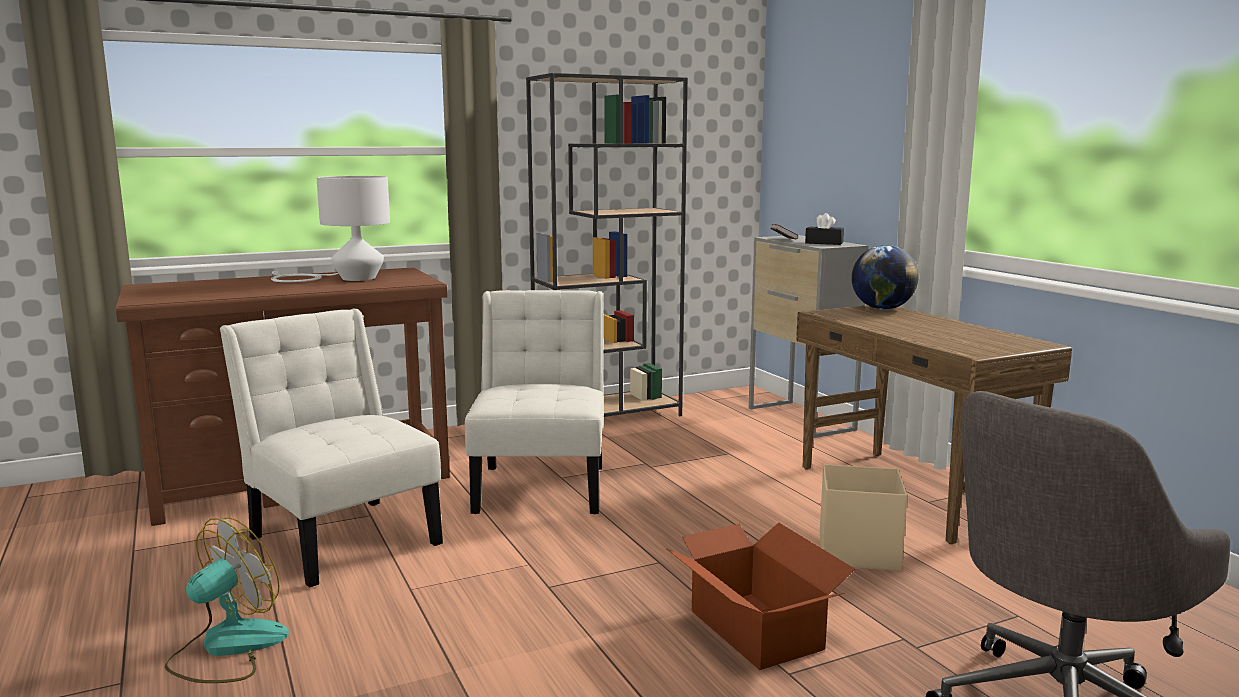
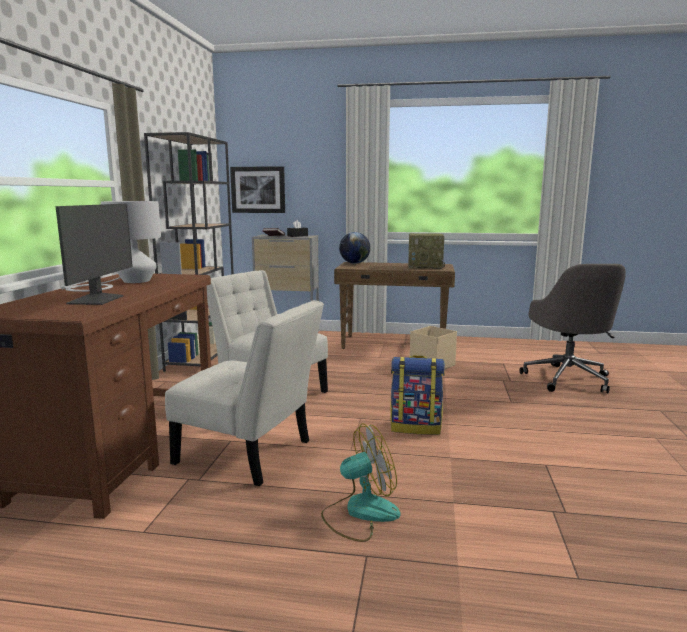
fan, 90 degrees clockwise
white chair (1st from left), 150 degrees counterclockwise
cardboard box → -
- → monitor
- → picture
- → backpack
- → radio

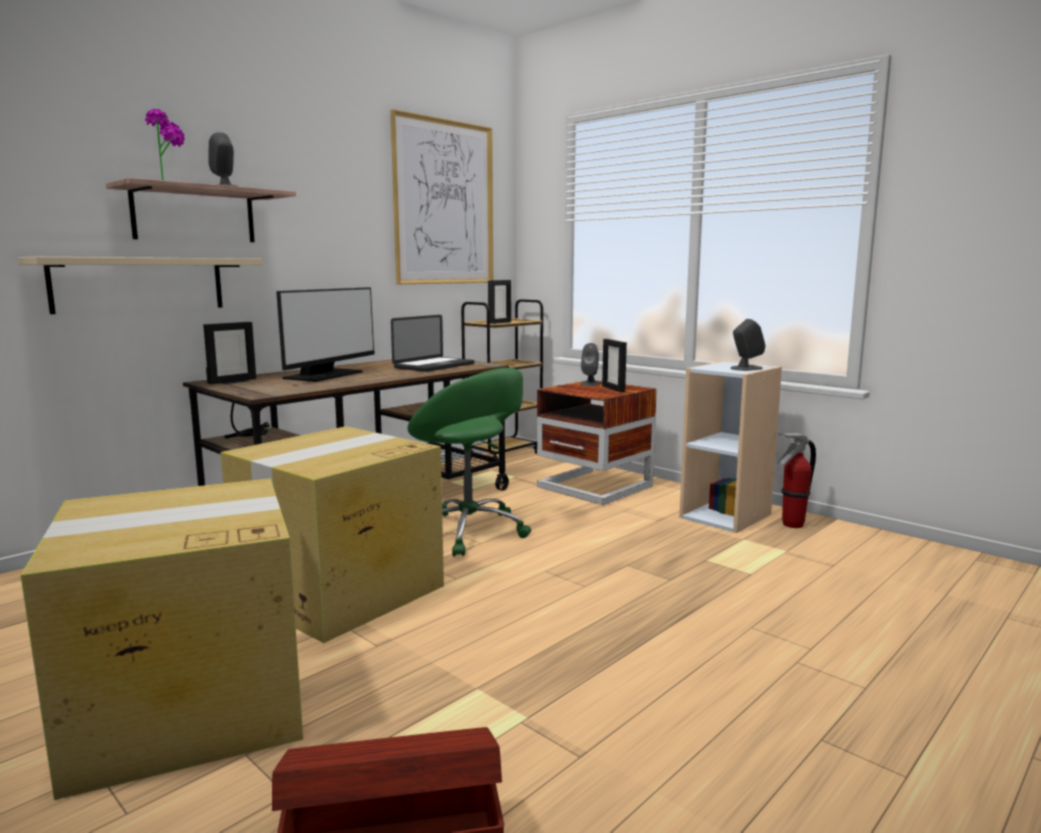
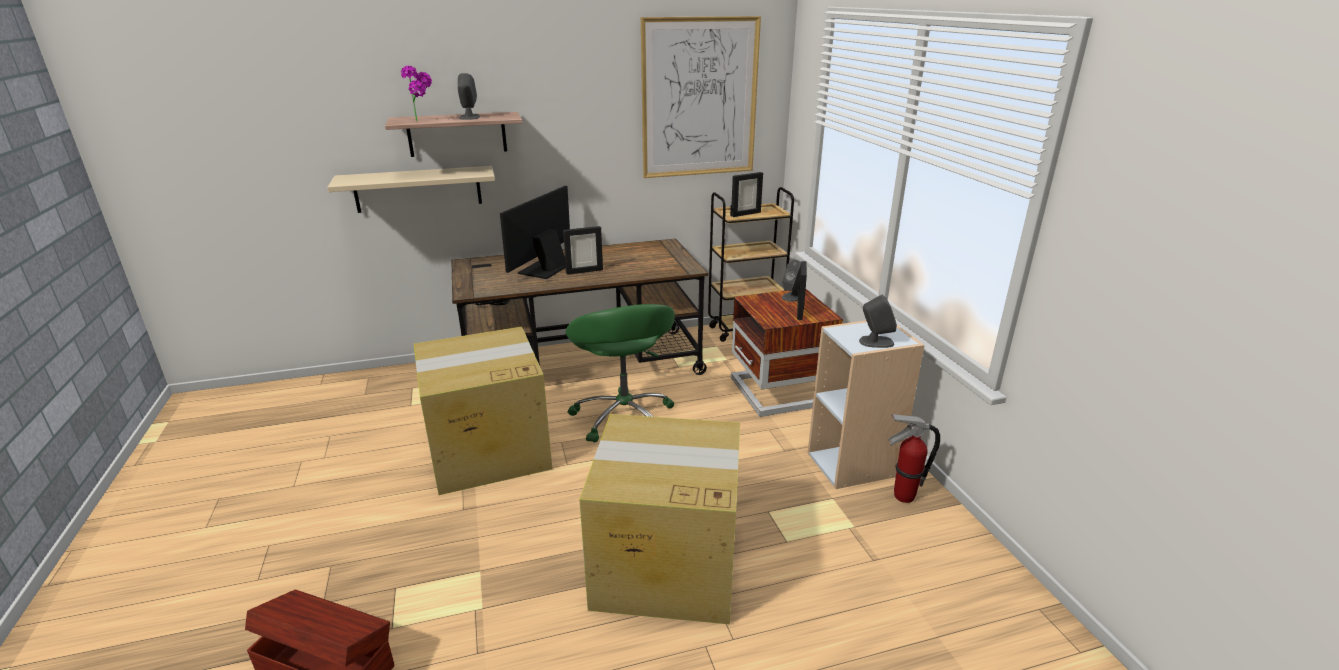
cardboard box (1st from left in the first image) → cardboard box (2nd from left), move
picture frame (1st from left), move
monitor, 150 degrees clockwise
laptop → -

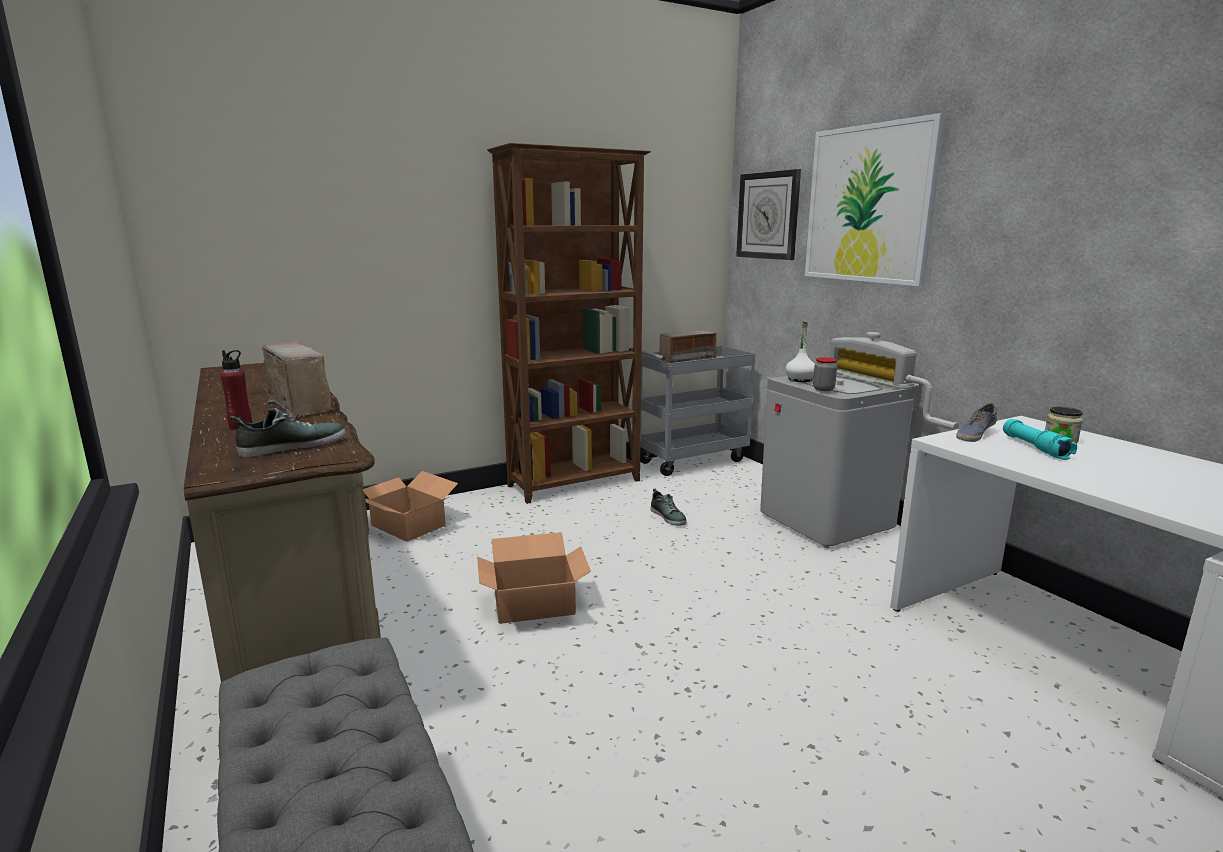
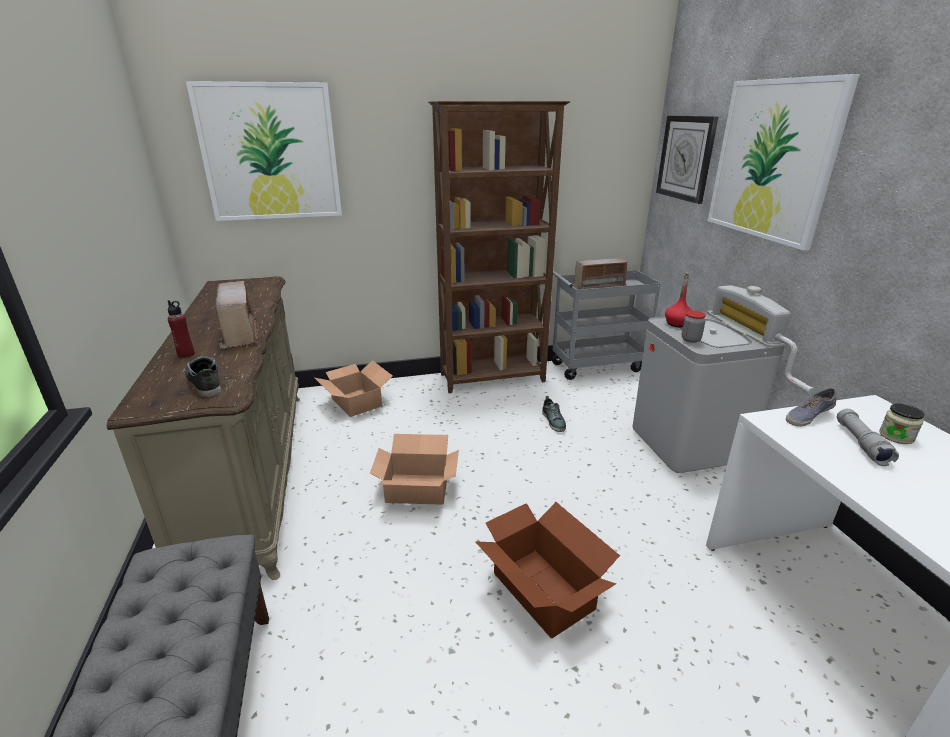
shoe (1st from left), 105 degrees counterclockwise
white bottle → red bottle (2nd from left)
turquoise flashlight → grey flashlight
- → picture (1st from left)
- → cardboard box (3rd from left)

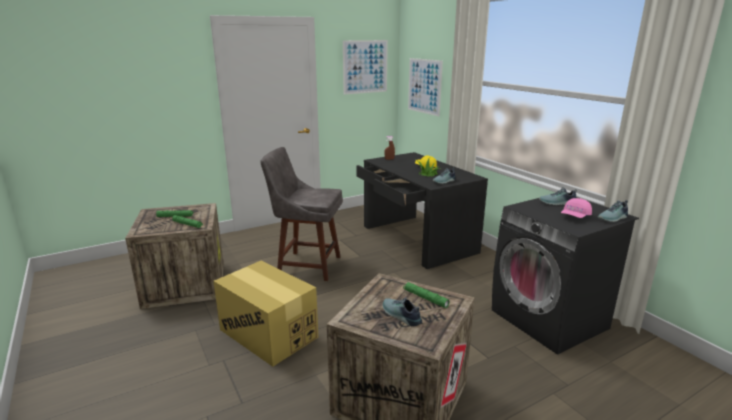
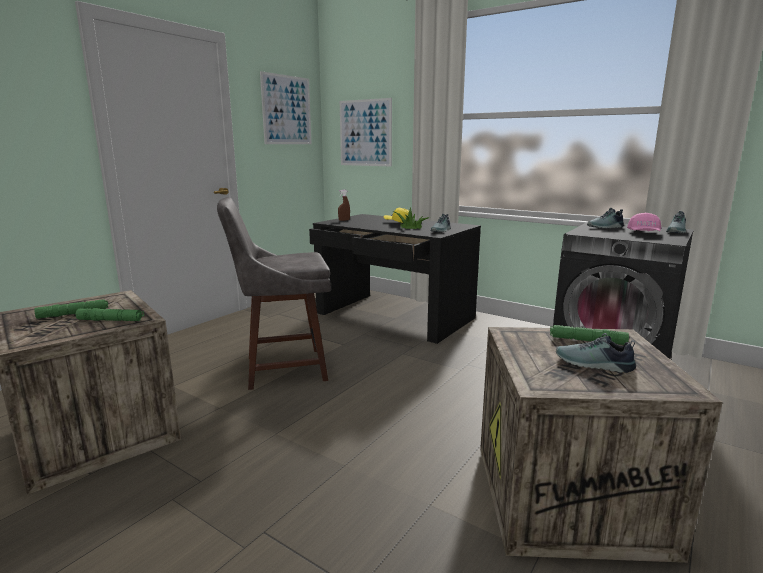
cardboard box → -

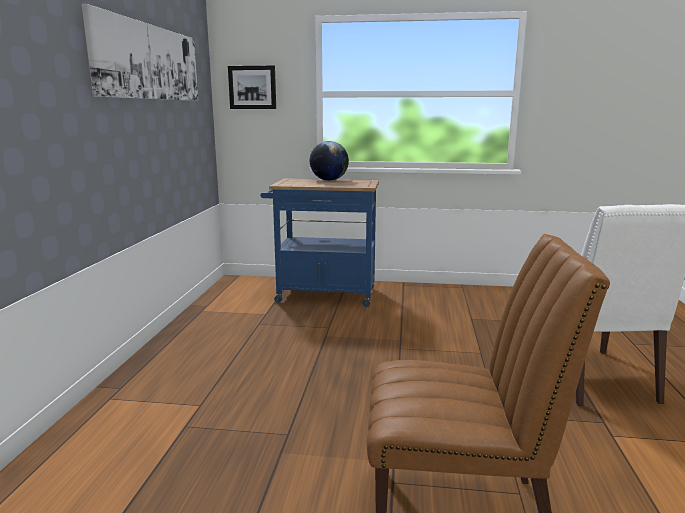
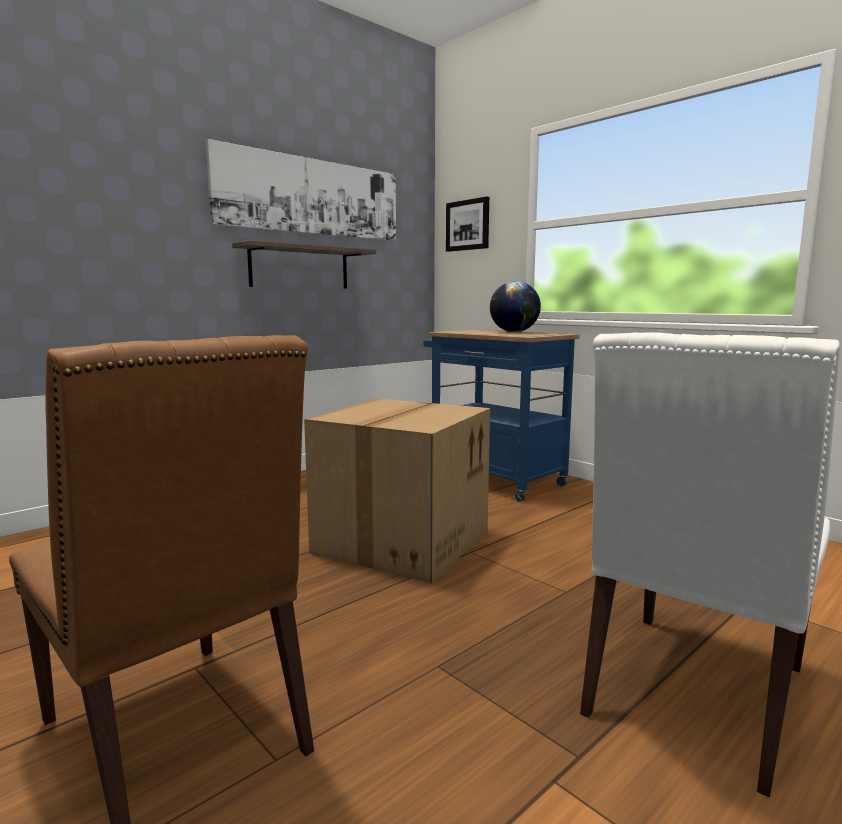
- → shelf
- → cardboard box

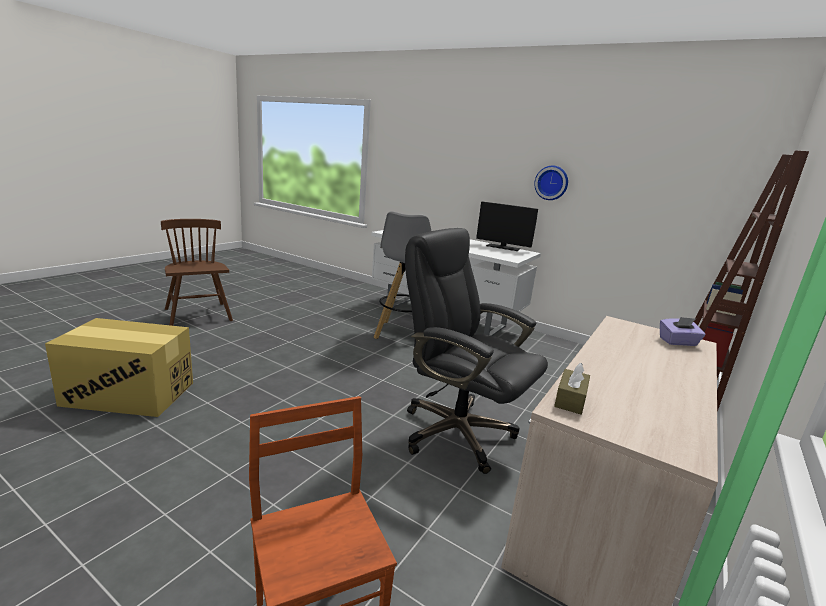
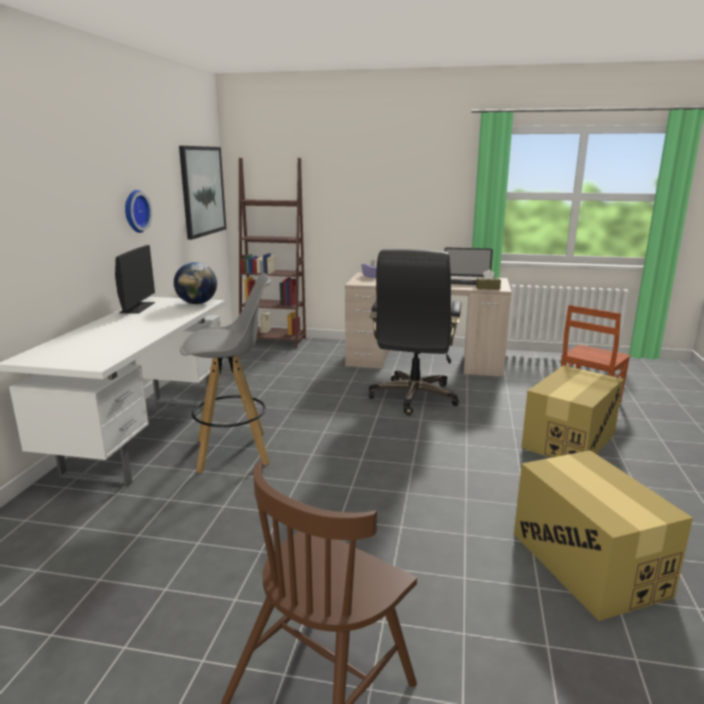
- → globe
- → picture
- → laptop
- → cardboard box (1st from left)

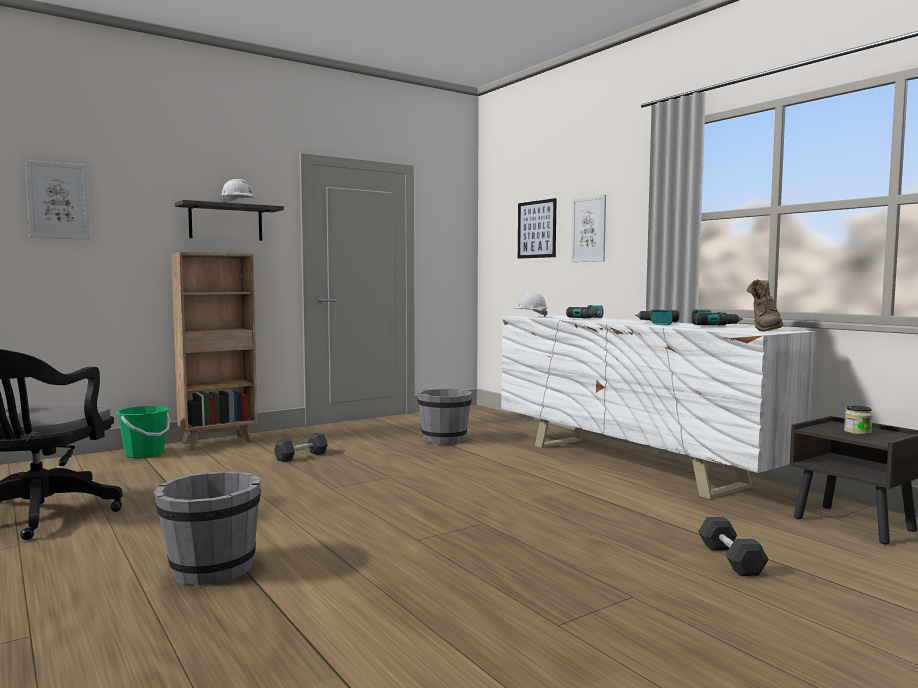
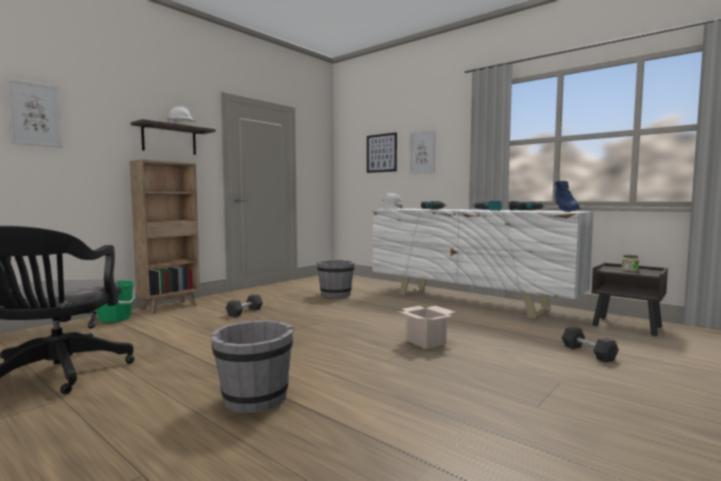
brown boot → blue boot
- → cardboard box

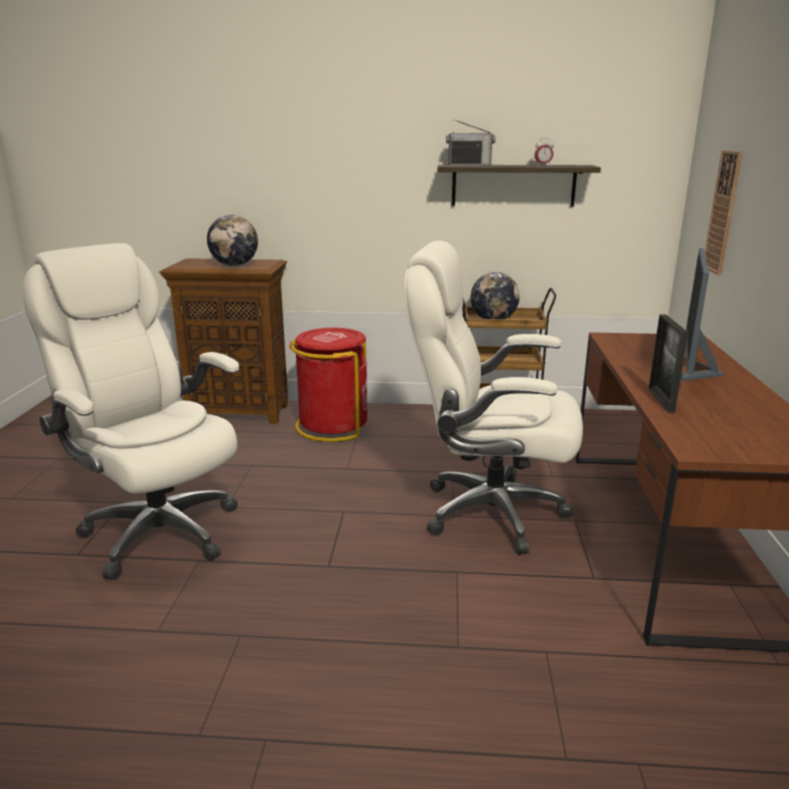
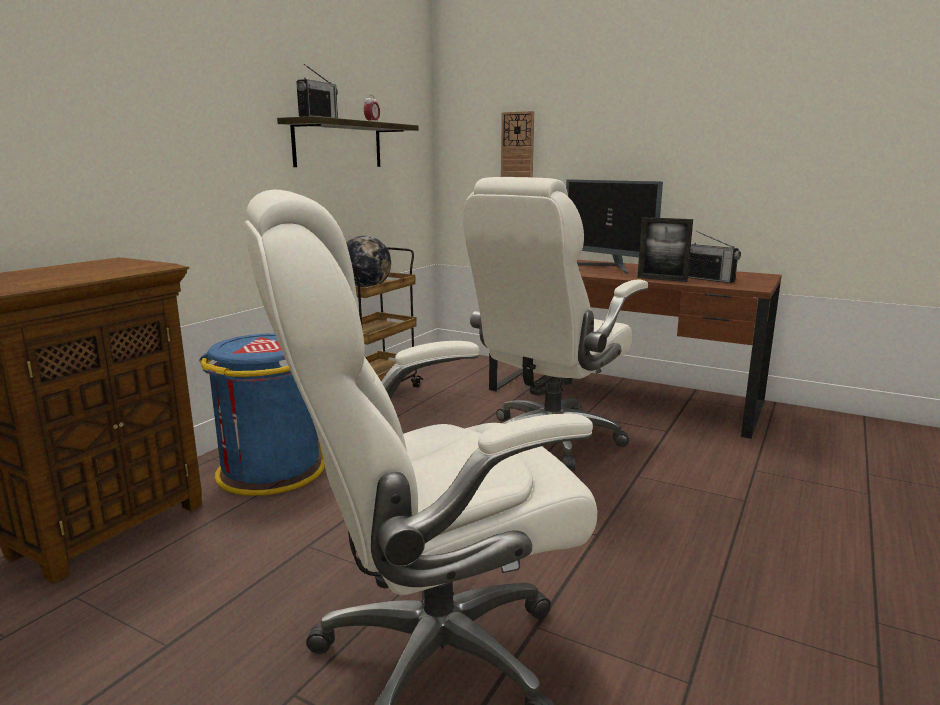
globe (1st from left) → -
red trash can → blue trash can
- → radio (2nd from left)

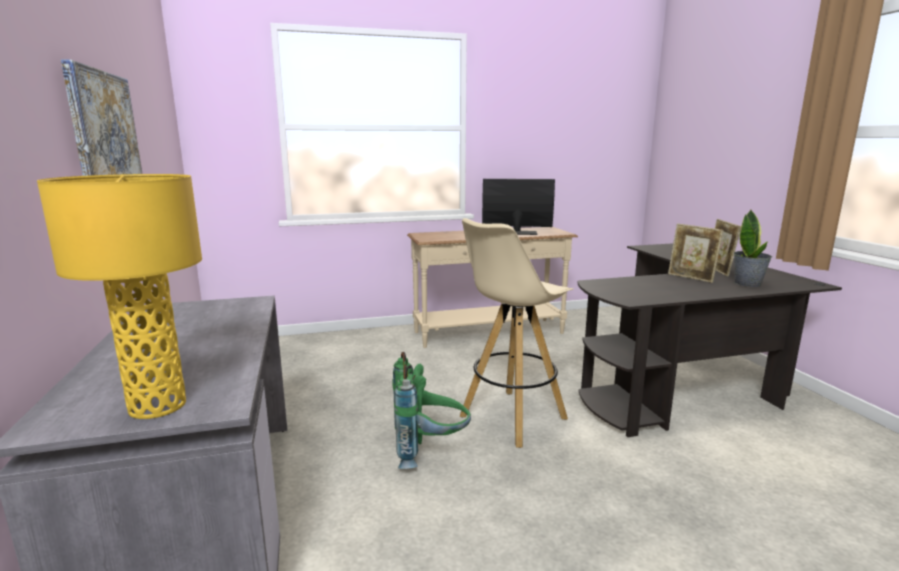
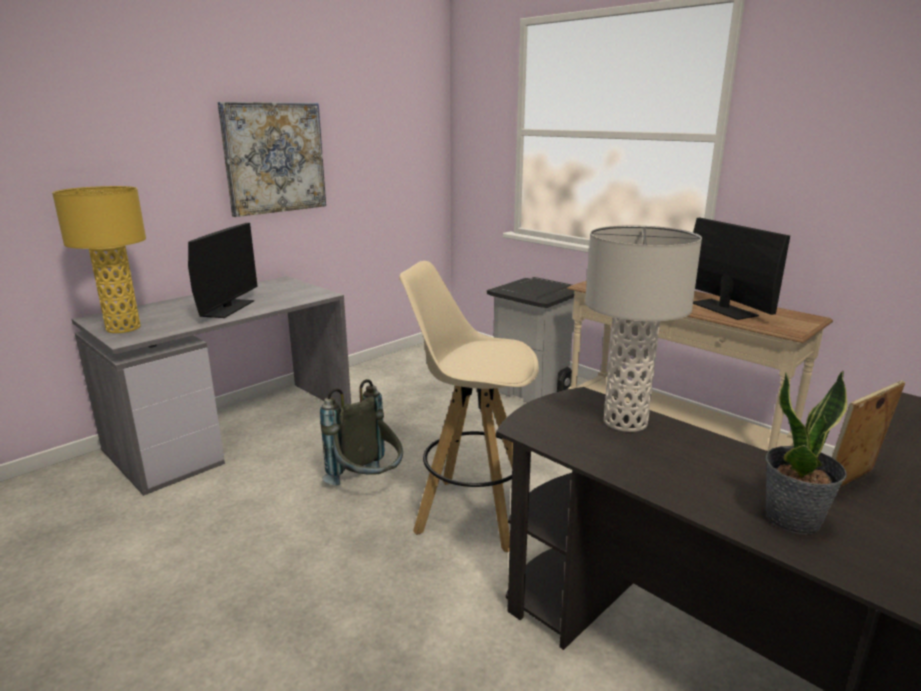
green backpack → grey backpack
picture frame (1st from left) → -
- → monitor (1st from left)
- → grey trash can
- → white table lamp

